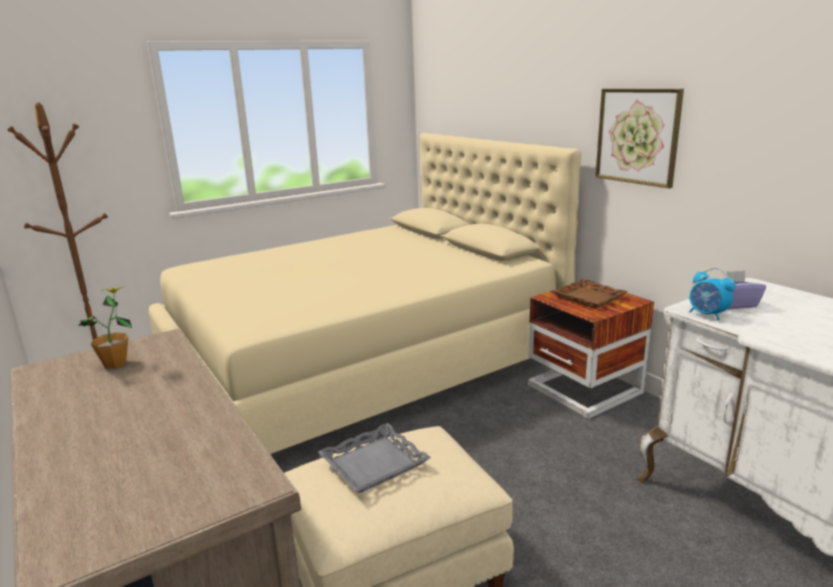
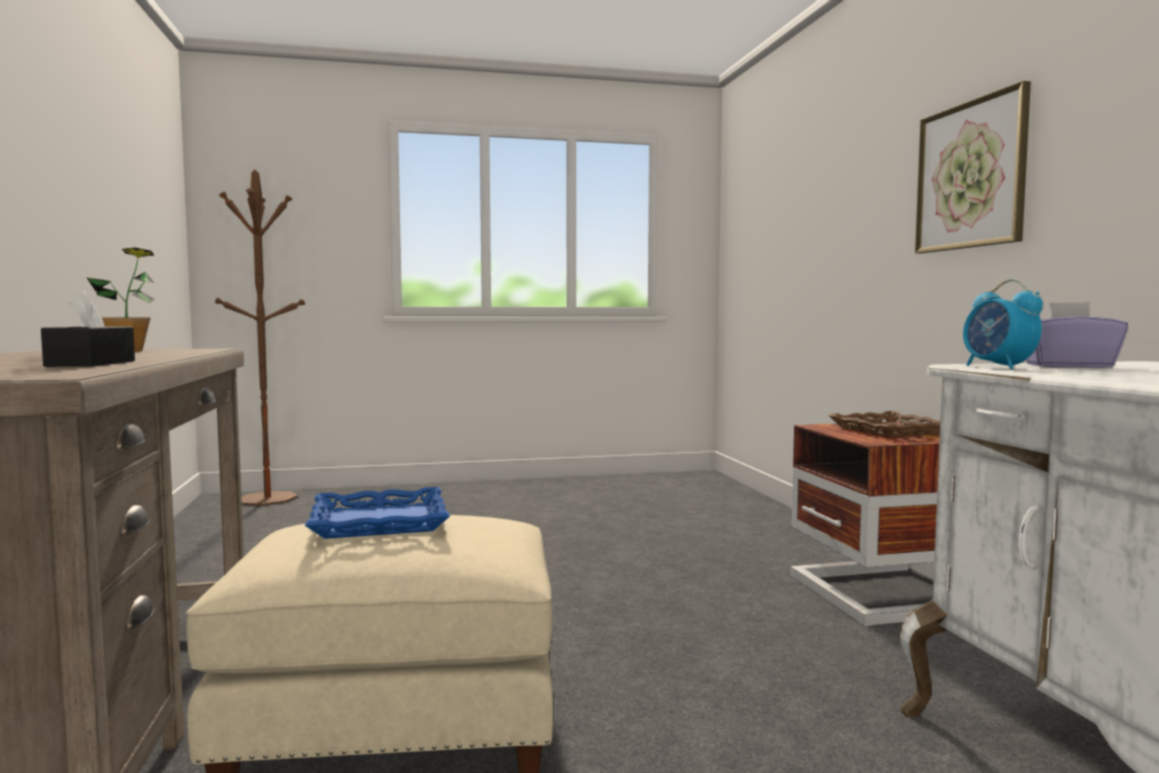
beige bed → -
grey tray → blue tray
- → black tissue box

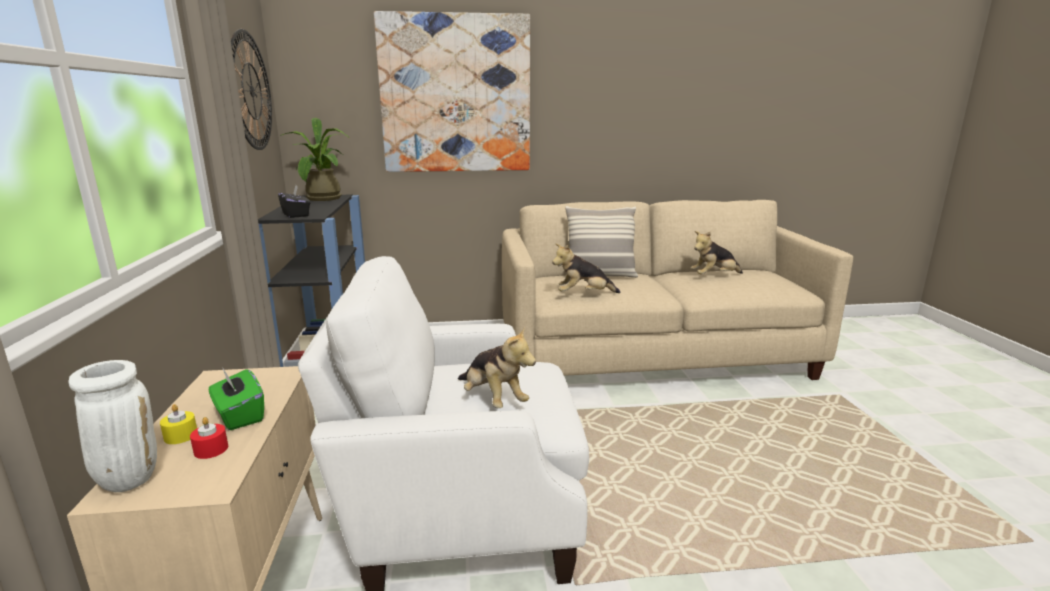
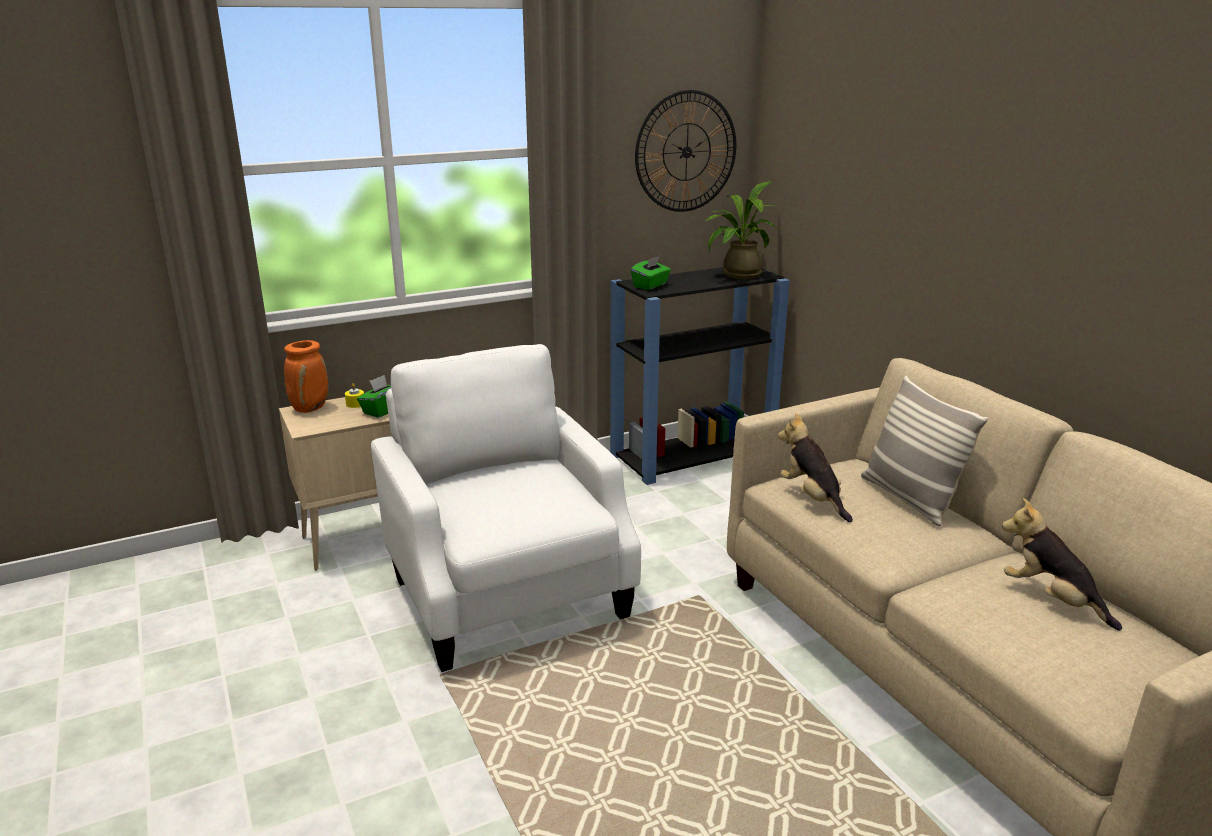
white vase → orange vase
red candle → -
black tissue box → green tissue box (2nd from left)
picture → -
plush toy (1st from left) → -

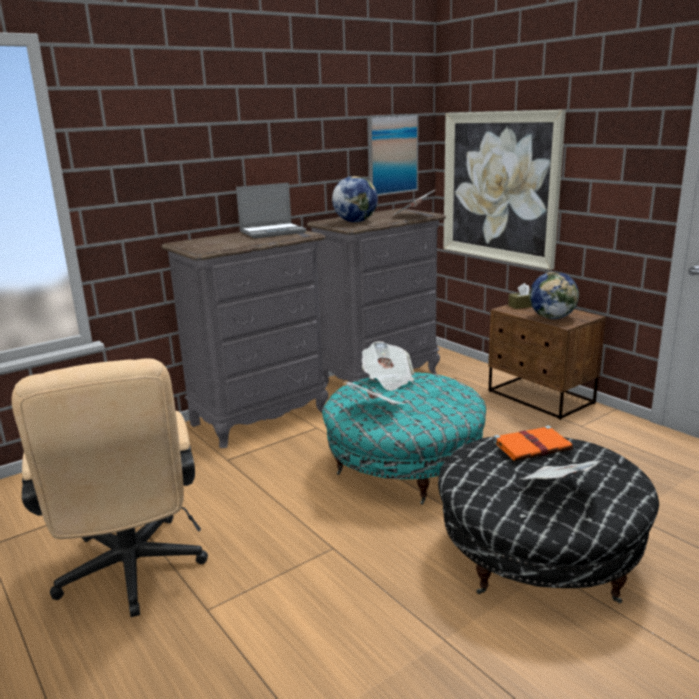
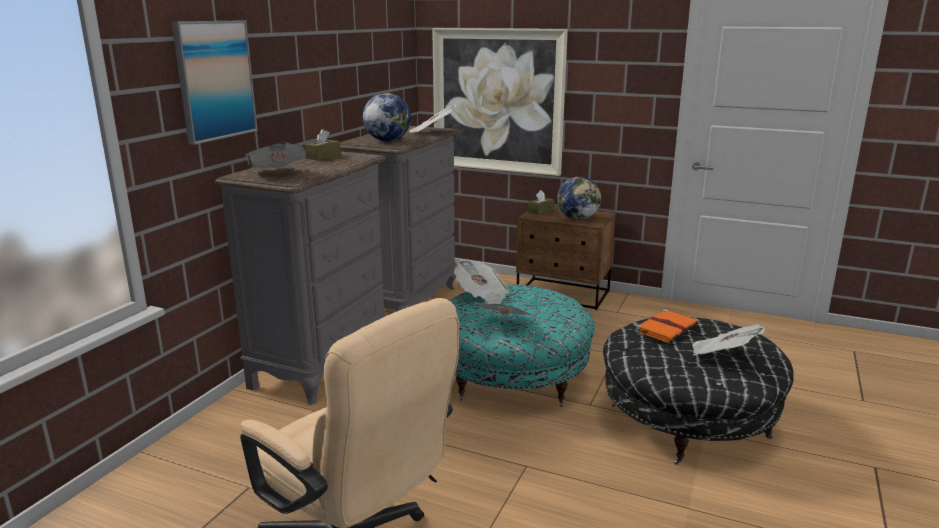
laptop → brown tissue box (1st from left)
picture (1st from left), move
- → newspaper (1st from left)

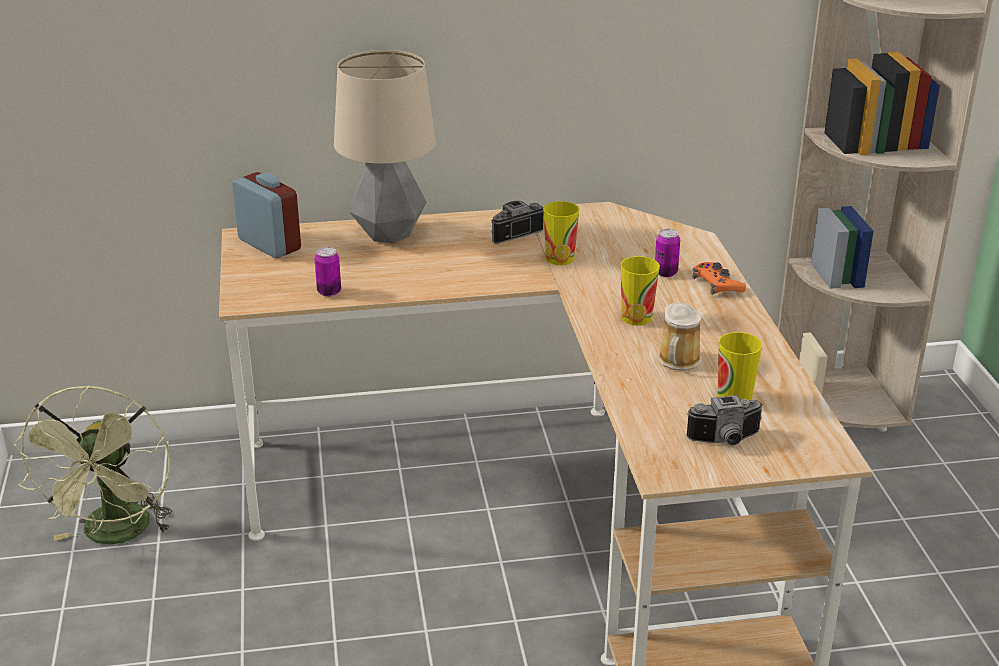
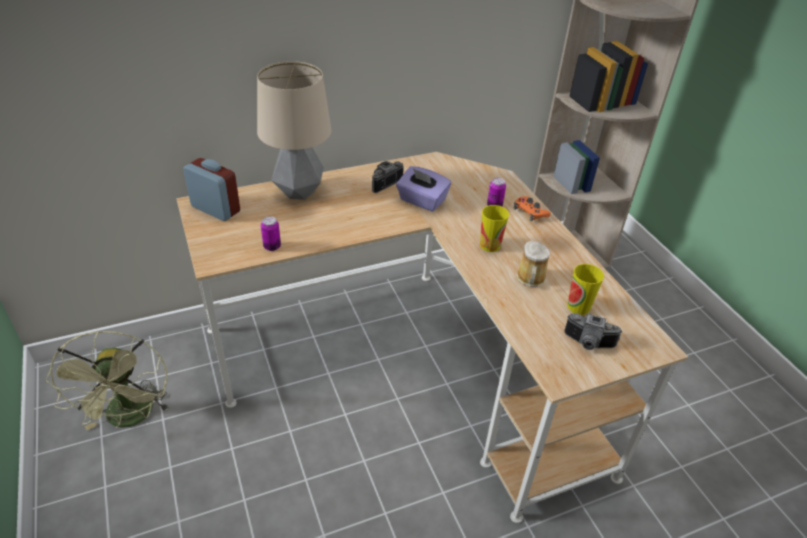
cup (1st from left) → purple tissue box
photo camera (2nd from left), 45 degrees clockwise

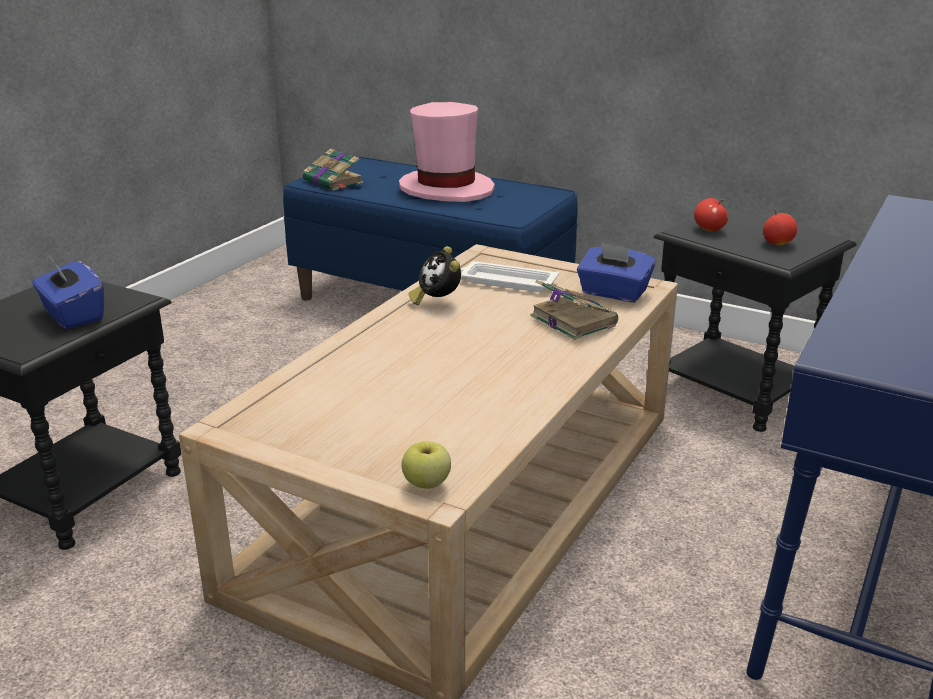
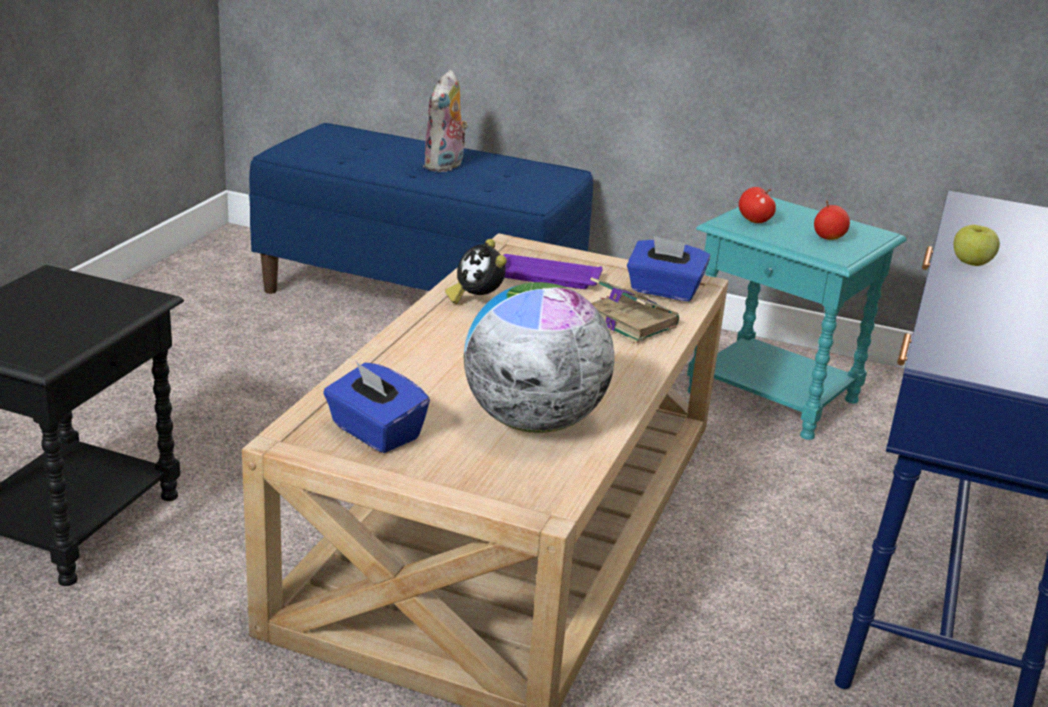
blue tissue box (1st from left), move
book (1st from left) → -
pink hat → plush toy
apple (1st from left in the first image) → apple (3rd from left), move
white tray → purple tray
black side table (2nd from left) → turquoise side table
- → globe

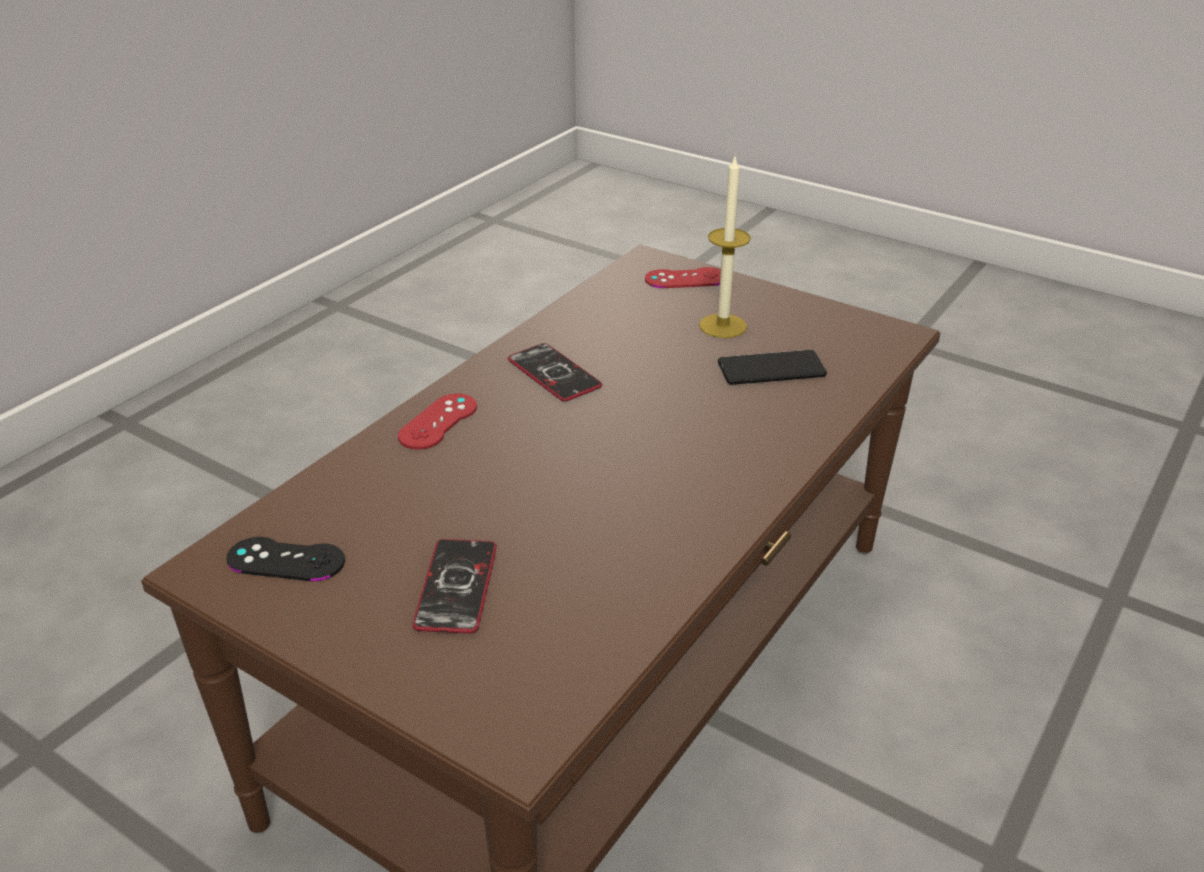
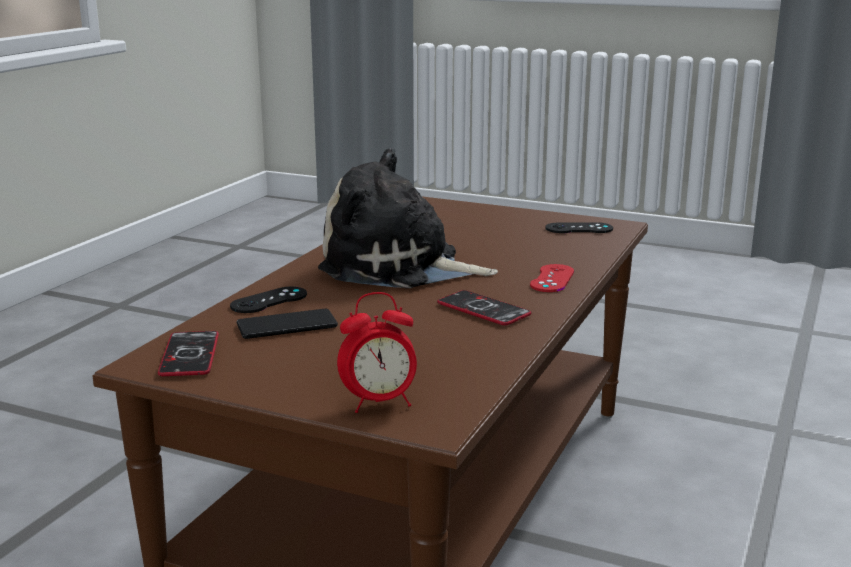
phone (1st from left), move
red game controller (2nd from left) → alarm clock
candle → -
- → black game controller (1st from left)
- → plush toy

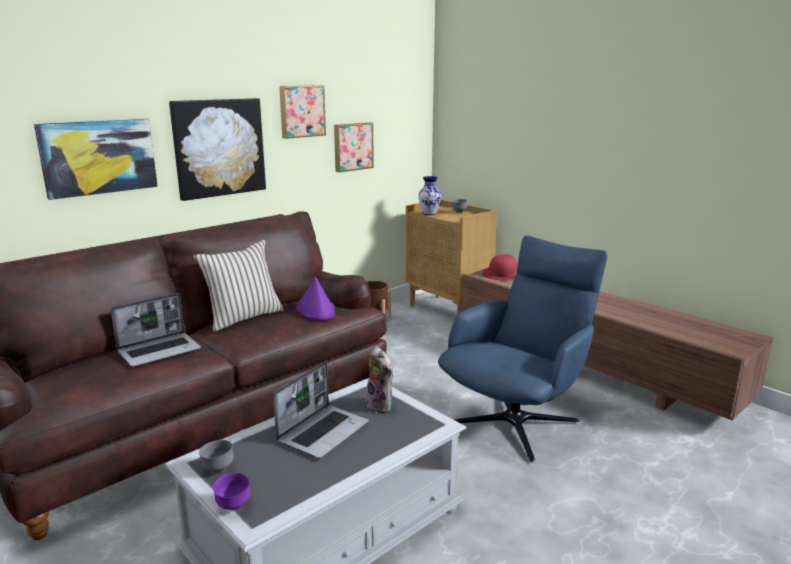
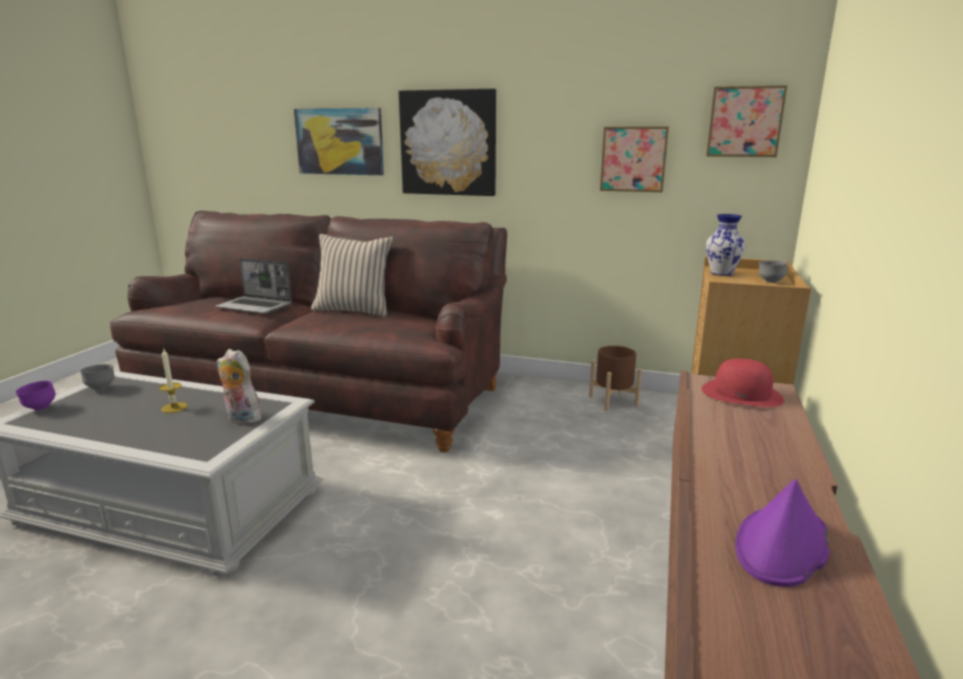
laptop (2nd from left) → candle
picture (3rd from left in the first image) → picture (4th from left), move
purple hat, move
plush toy, 90 degrees clockwise
blue armchair → -

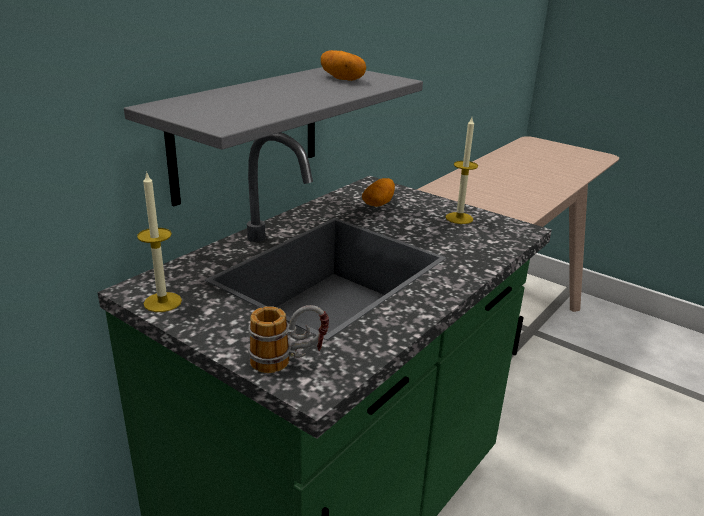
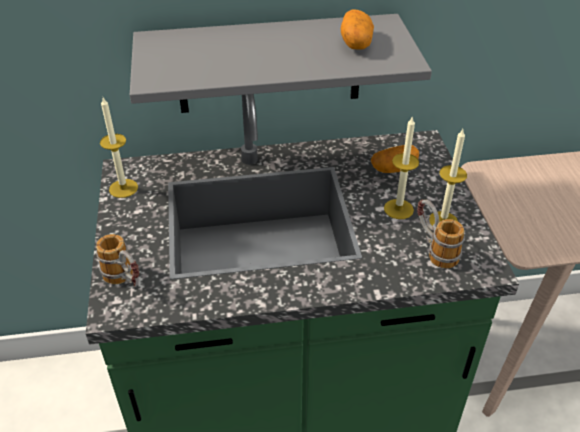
- → candle (2nd from left)
- → mug (2nd from left)

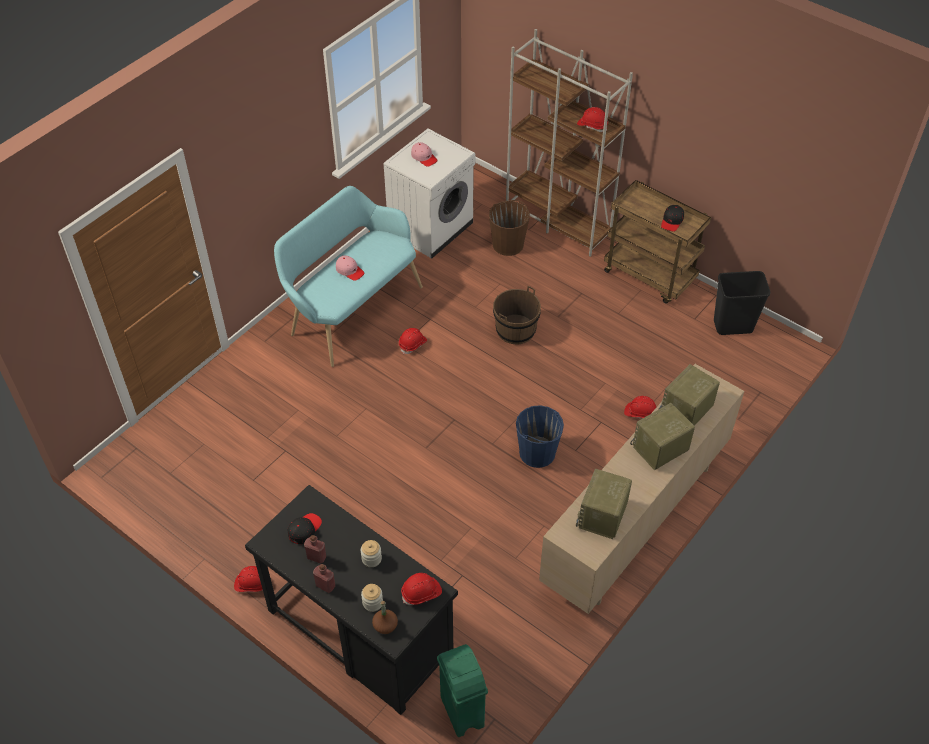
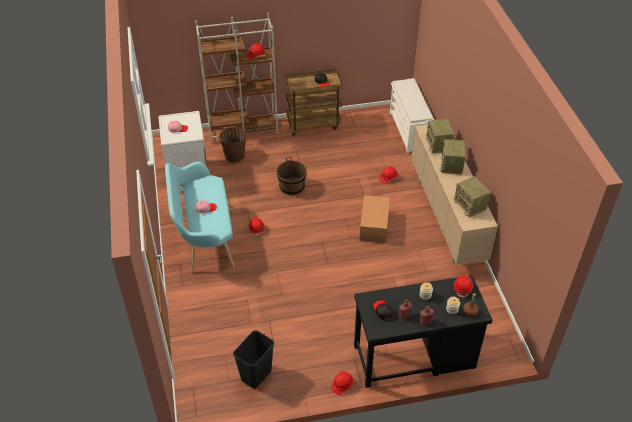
green trash can → -
blue bucket → cardboard box
black trash can, move
- → white shoe rack

